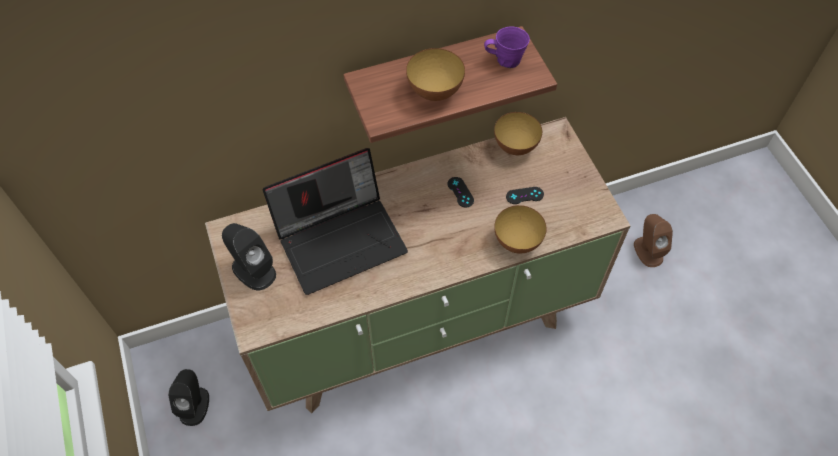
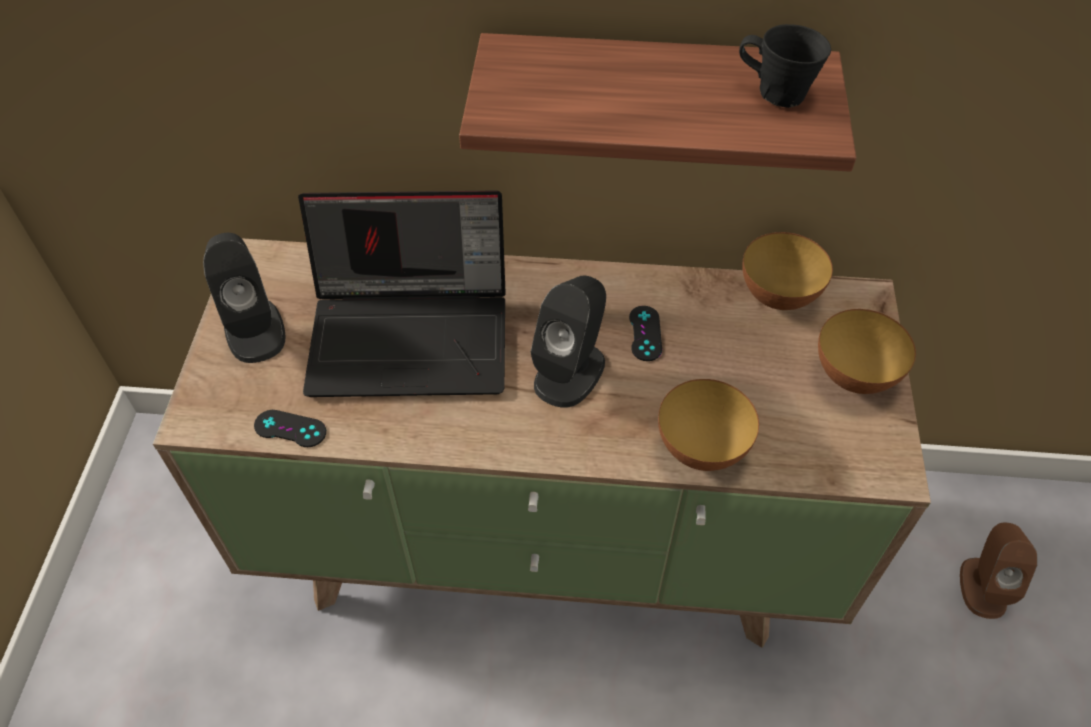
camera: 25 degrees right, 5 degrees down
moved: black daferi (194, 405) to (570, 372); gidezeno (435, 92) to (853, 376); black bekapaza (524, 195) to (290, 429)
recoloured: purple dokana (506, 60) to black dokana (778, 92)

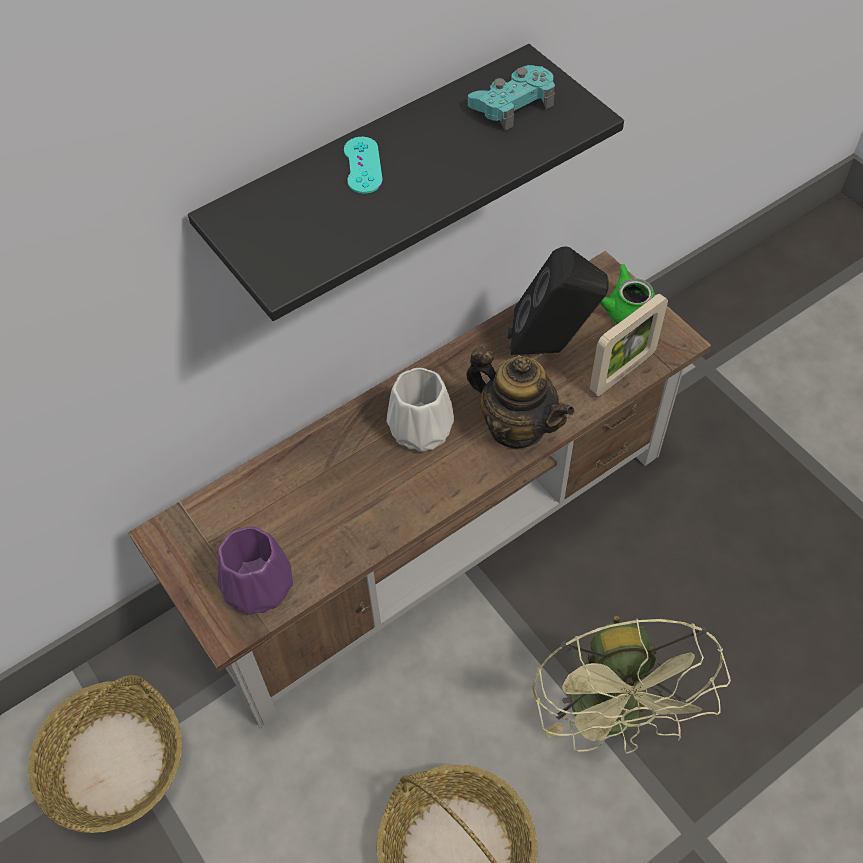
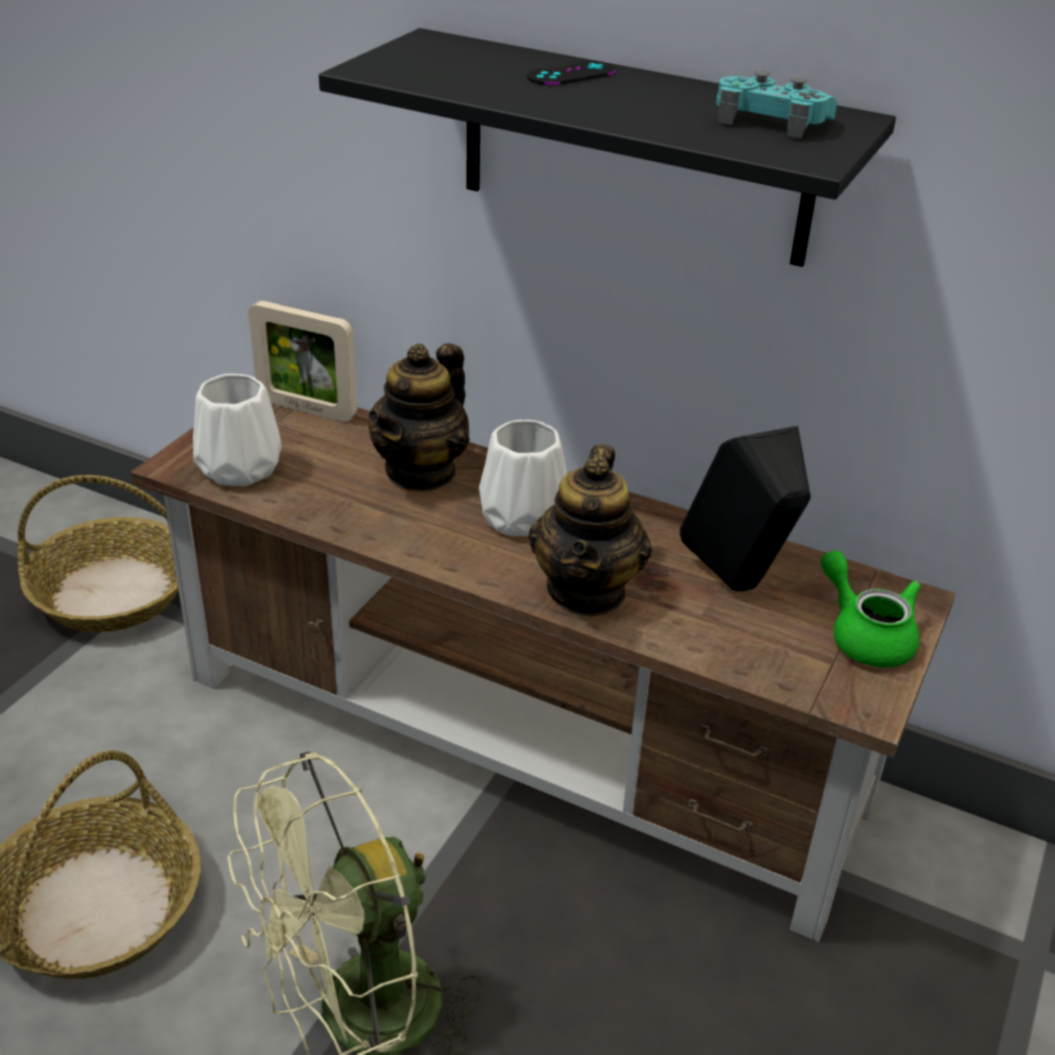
camera: 60 degrees right, 20 degrees down
added: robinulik (421, 471)
moved: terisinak (622, 372) to (307, 409)
recoloured: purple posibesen (259, 588) to white posibesen (237, 469); turquoise bekapaza (363, 165) to black bekapaza (571, 74)

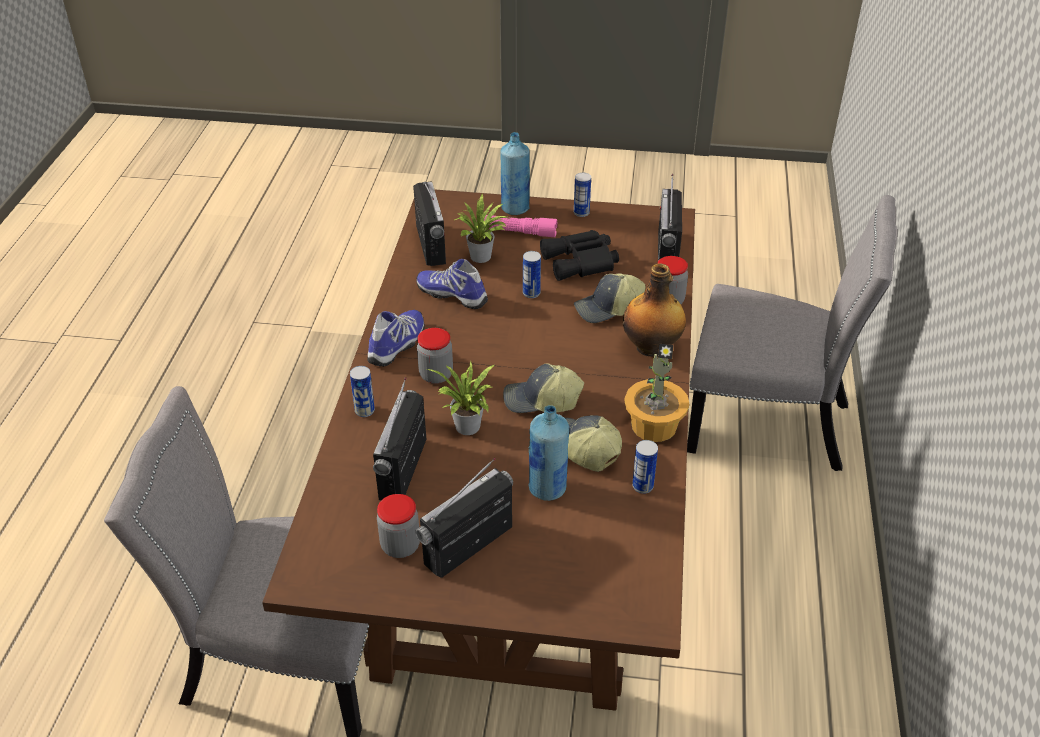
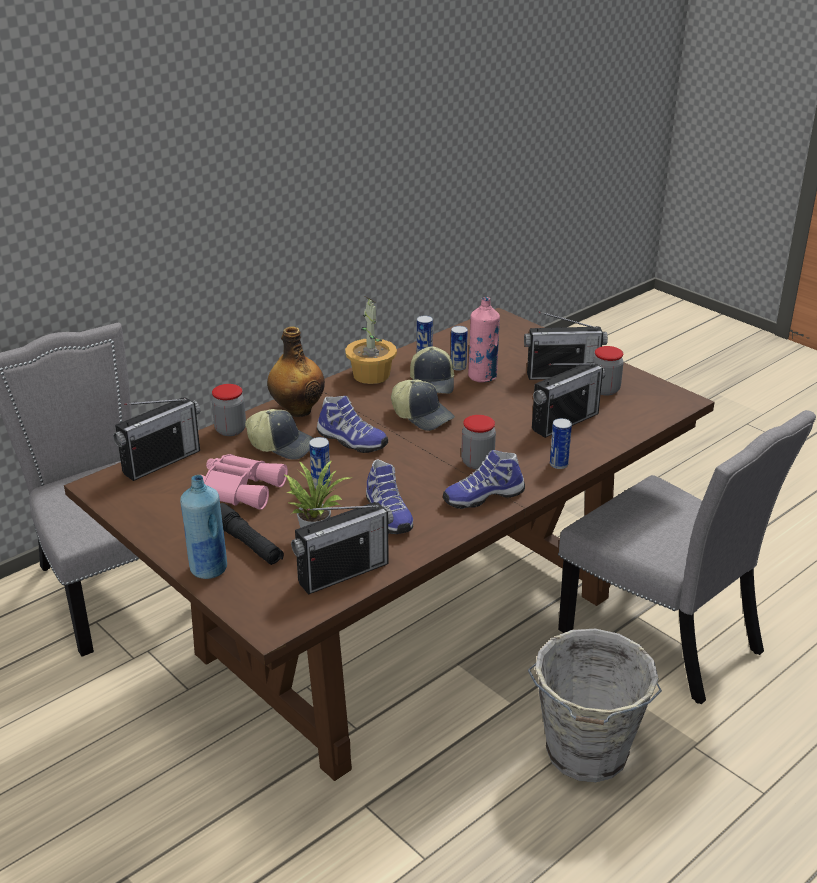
camera: 140 degrees left, 10 degrees down
removed: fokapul (467, 429)
added: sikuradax (350, 441); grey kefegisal (586, 754)
moved: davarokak (581, 213) to (458, 367)
recoloured: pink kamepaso (516, 232) to black kamepaso (247, 543); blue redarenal (547, 489) to pink redarenal (482, 377); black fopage (581, 262) to pink fopage (240, 488)
turned: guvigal (431, 244) = (343, 573) 150 degrees counterclockwise

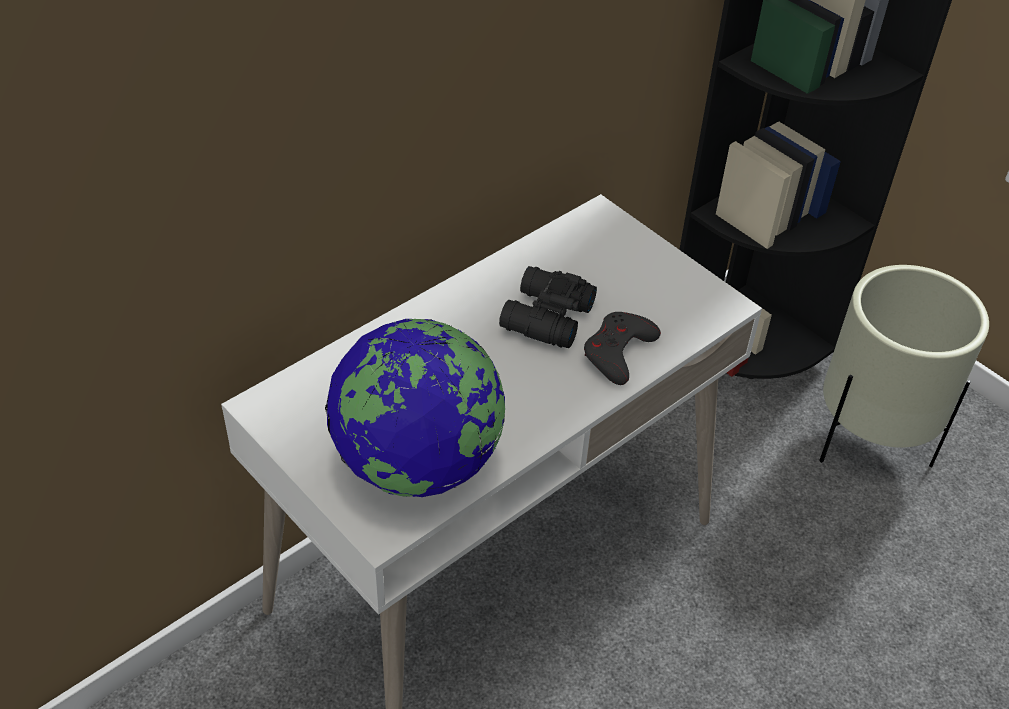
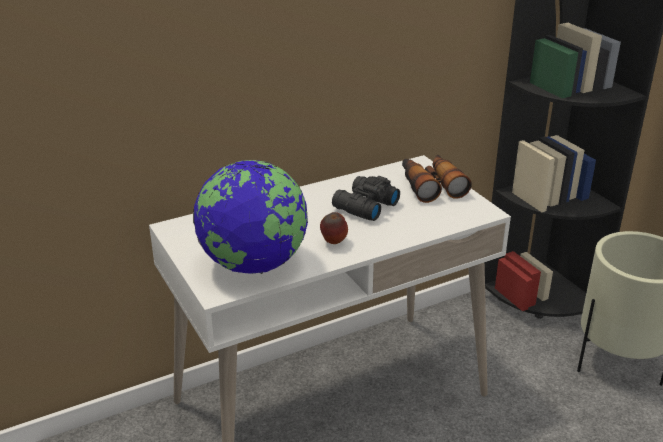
camera: 15 degrees right, 15 degrees down
removed: grey bekapaza (618, 352)
added: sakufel (333, 243); fopage (431, 185)

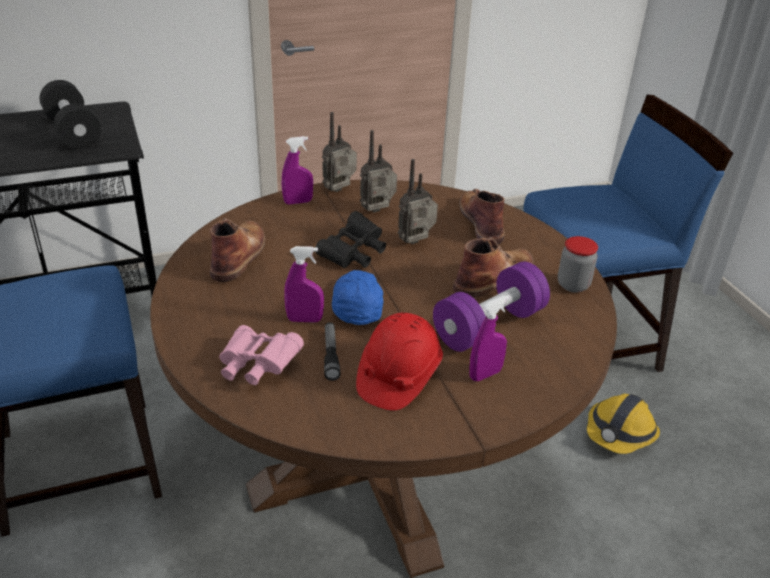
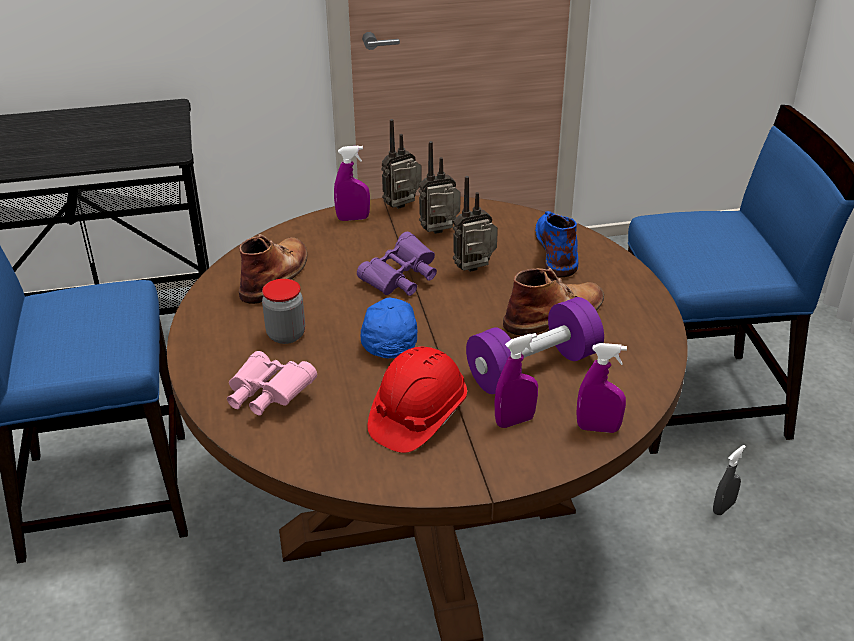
camera: 10 degrees right, 0 degrees up
removed: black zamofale (73, 132); kamepaso (331, 355)
moved: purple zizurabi (304, 320) to (598, 428); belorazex (573, 285) to (286, 335)
replaced: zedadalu (620, 433) to grey zizurabi (723, 508)
recoloured: black fopage (353, 254) to purple fopage (401, 280); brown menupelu (481, 221) to blue menupelu (556, 248)

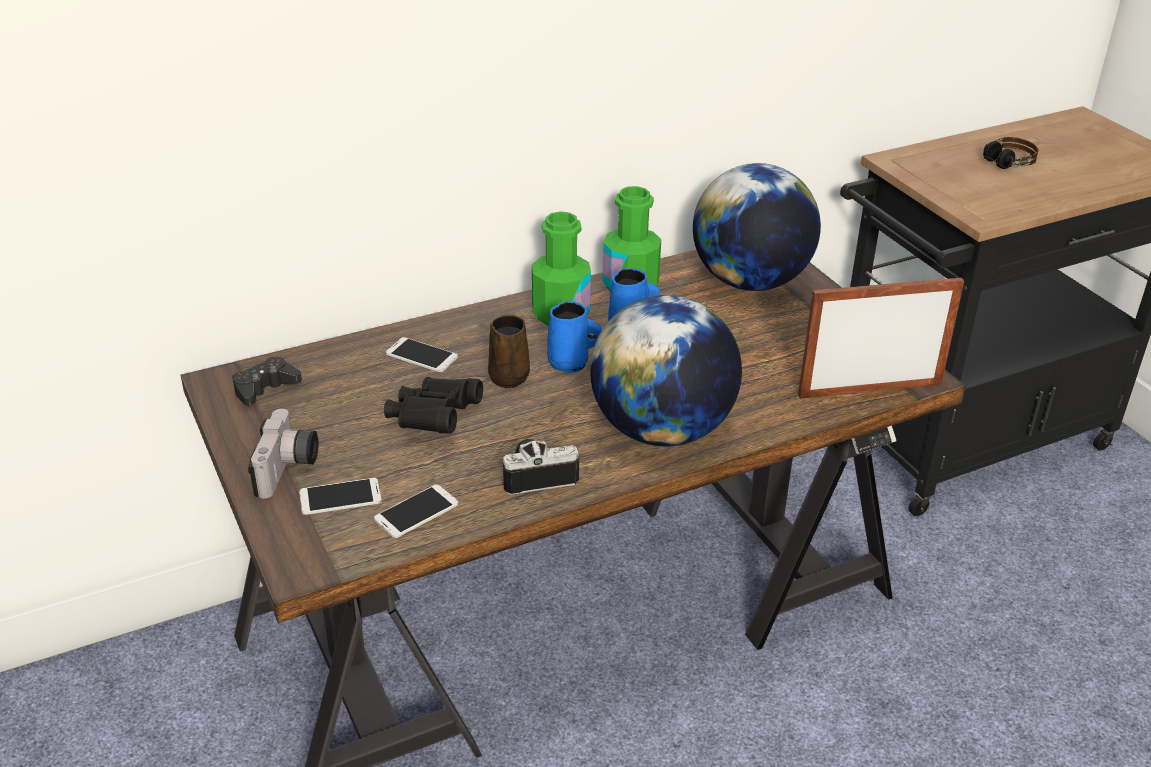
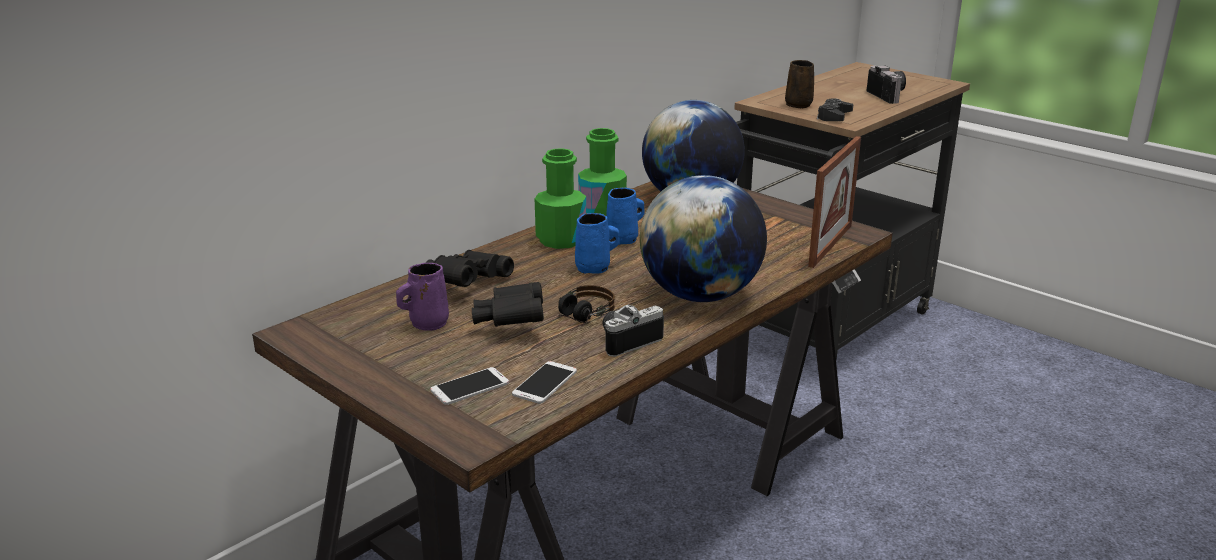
camera: 20 degrees left, 10 degrees down
added: purple dokana (427, 323)
moved: black bekapaza (265, 388) to (834, 116); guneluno (288, 470) to (890, 96); brown dokana (510, 376) to (798, 104); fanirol (1000, 165) to (579, 318)
replaced: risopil (421, 355) to black fopage (466, 284)
turned: terisinak (870, 389) = (830, 245) 150 degrees clockwise

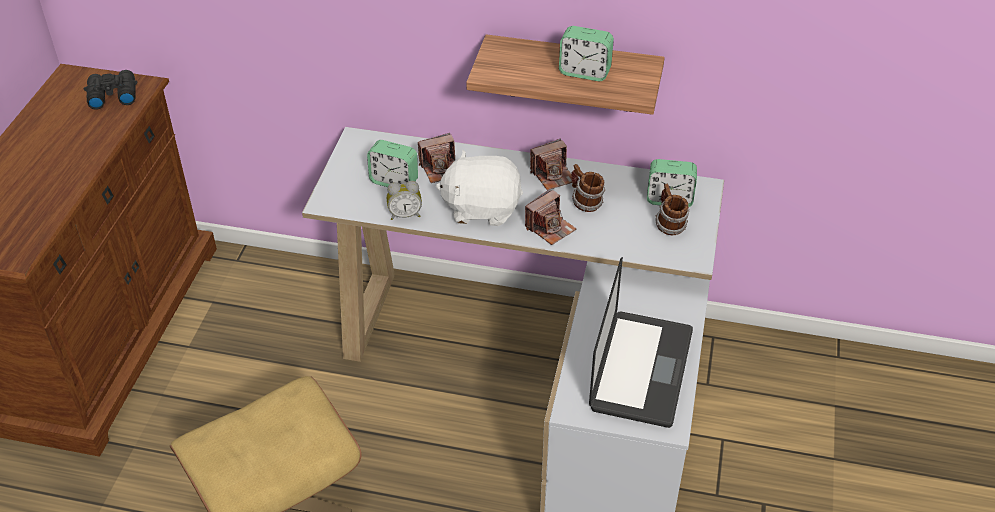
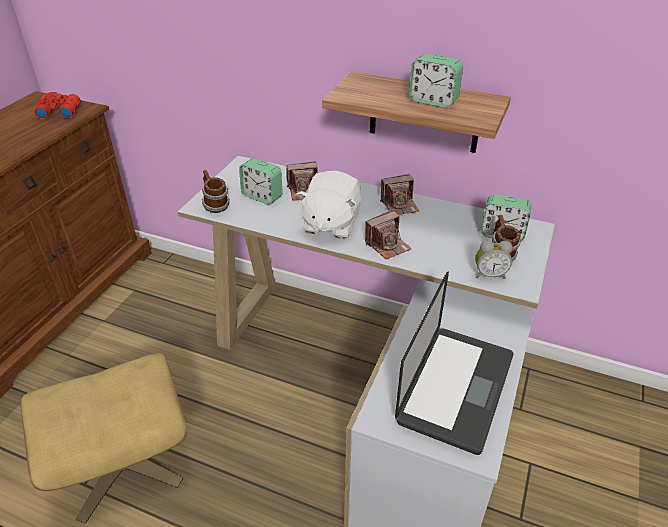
camera: 10 degrees right, 5 degrees down
moved: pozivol (405, 215) to (489, 275); dokana (585, 203) to (215, 206)
recoloured: black fopage (111, 95) to red fopage (59, 112)
turned: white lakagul (481, 208) = (330, 223) 90 degrees counterclockwise

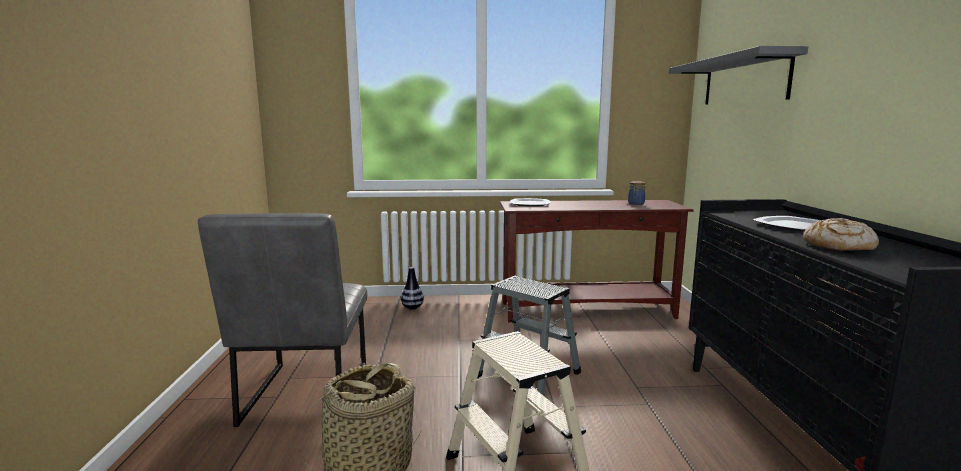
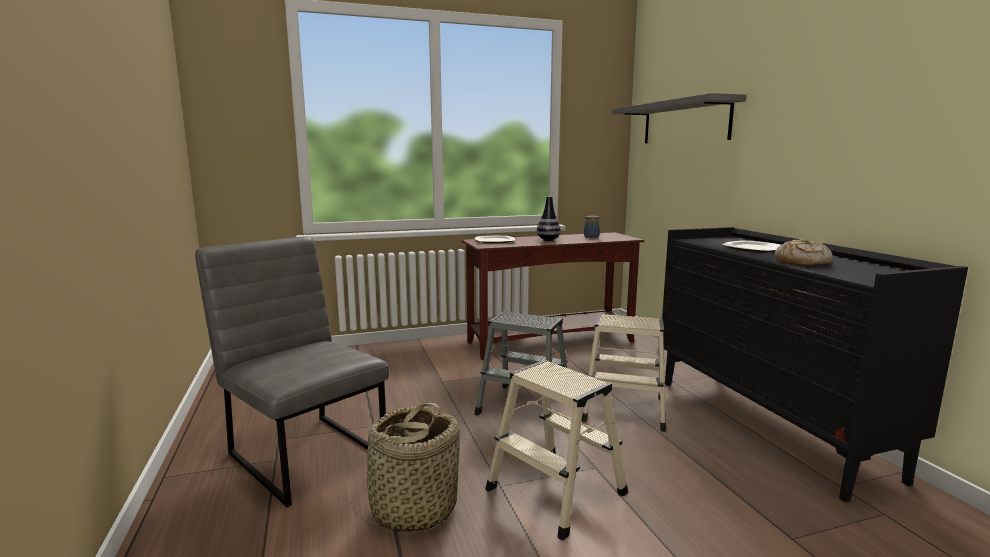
camera: 15 degrees left, 0 degrees up
added: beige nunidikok (624, 408)
moved: posibesen (412, 307) to (548, 240)
turned: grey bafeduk (304, 394) = (306, 453) 150 degrees clockwise

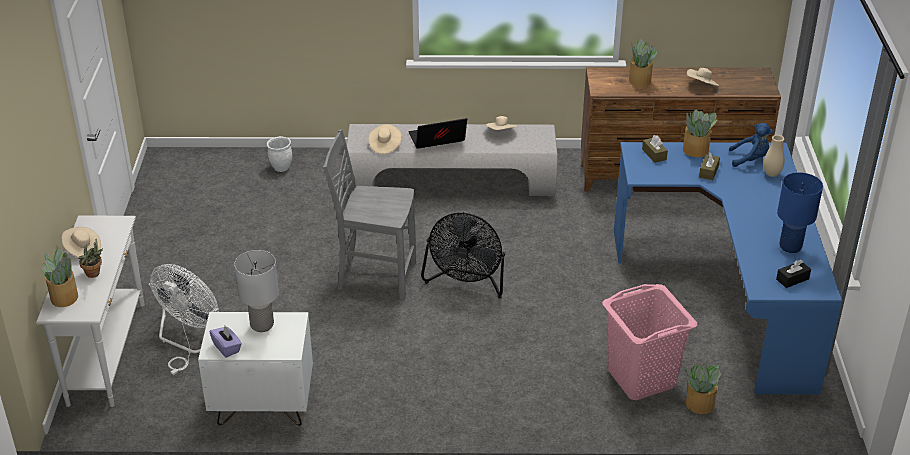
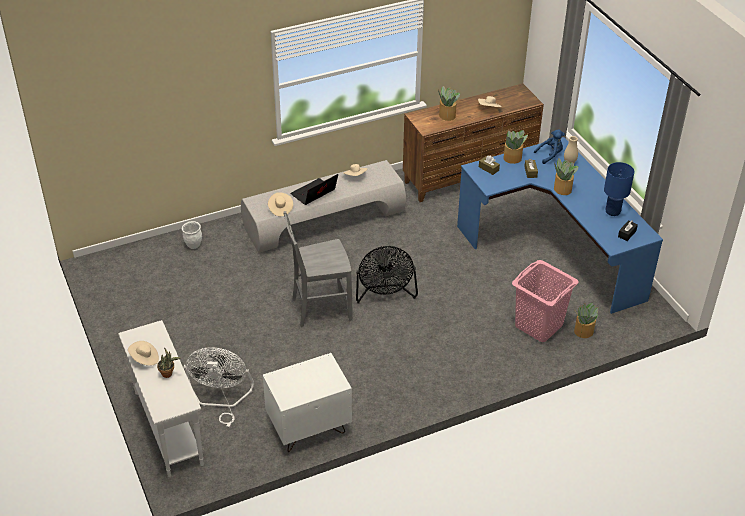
camera: 25 degrees left, 5 degrees up
removed: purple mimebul (227, 348); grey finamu (262, 327)
moved: fokapul (64, 297) to (562, 189)

